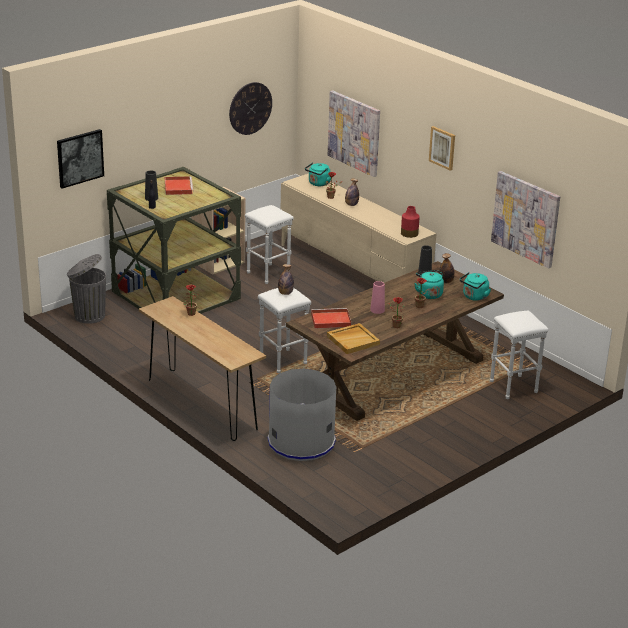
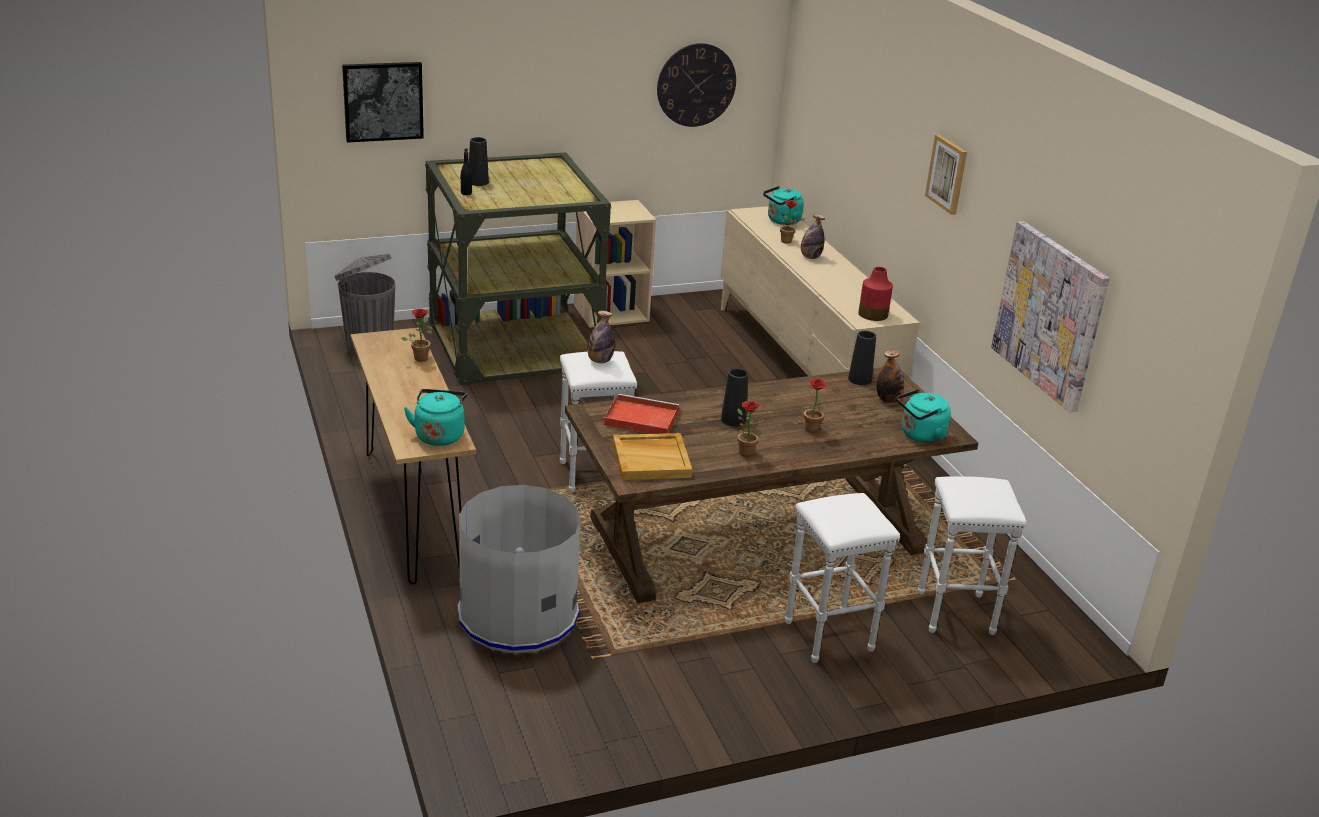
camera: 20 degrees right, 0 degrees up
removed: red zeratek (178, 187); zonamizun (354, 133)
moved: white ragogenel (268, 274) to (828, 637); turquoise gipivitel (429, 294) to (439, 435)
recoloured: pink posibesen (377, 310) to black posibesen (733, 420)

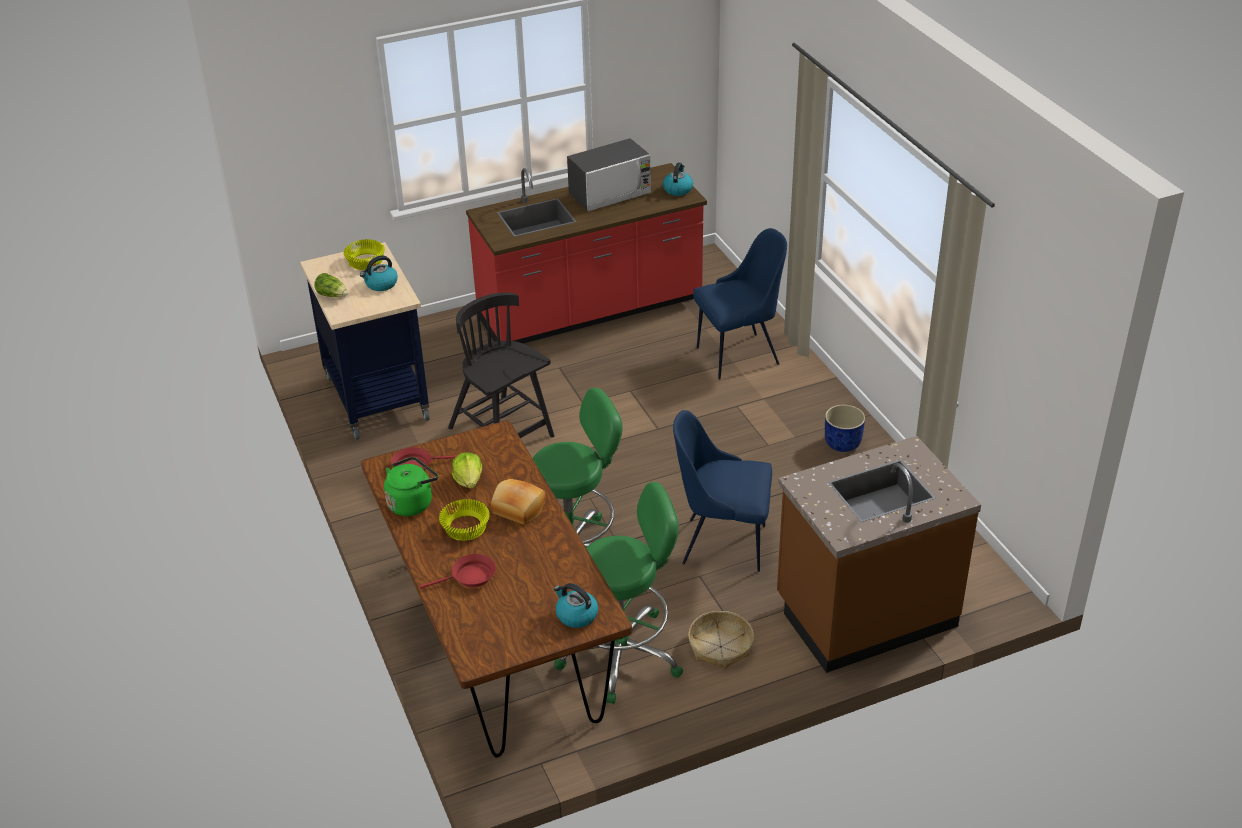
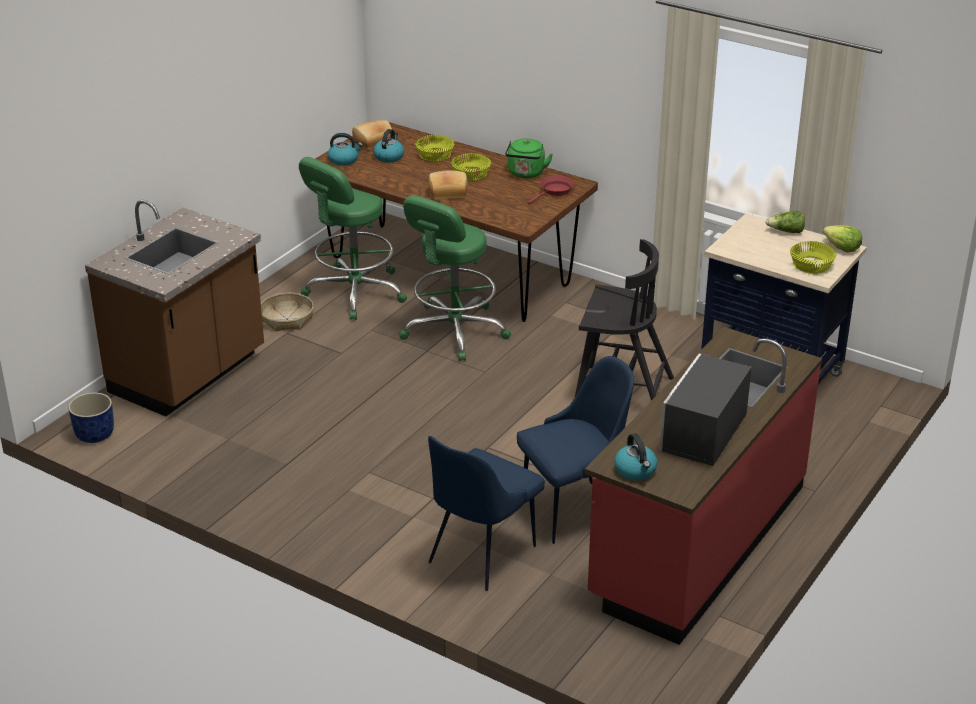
camera: 145 degrees right, 5 degrees down
added: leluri (373, 142)
moved: gipivitel (381, 284) to (389, 157); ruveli (469, 480) to (842, 248); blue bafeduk (723, 545) to (573, 511); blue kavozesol (842, 444) to (95, 434)
replaced: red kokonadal (470, 577) to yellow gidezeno (434, 155)

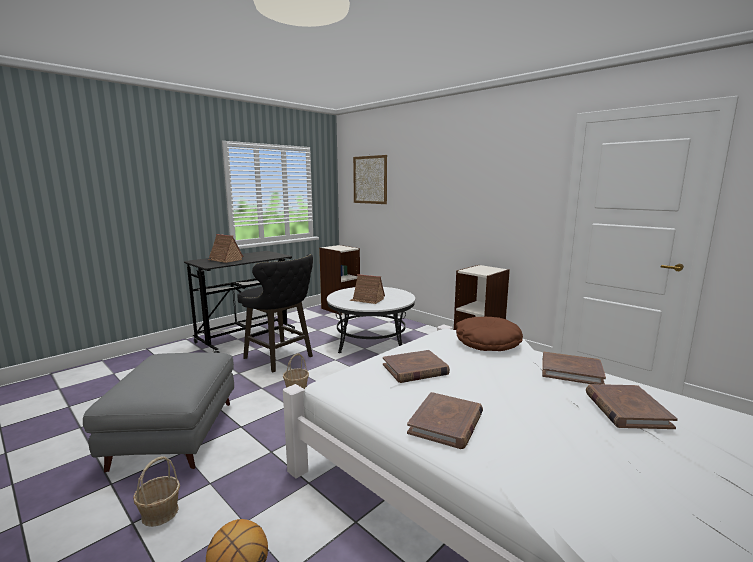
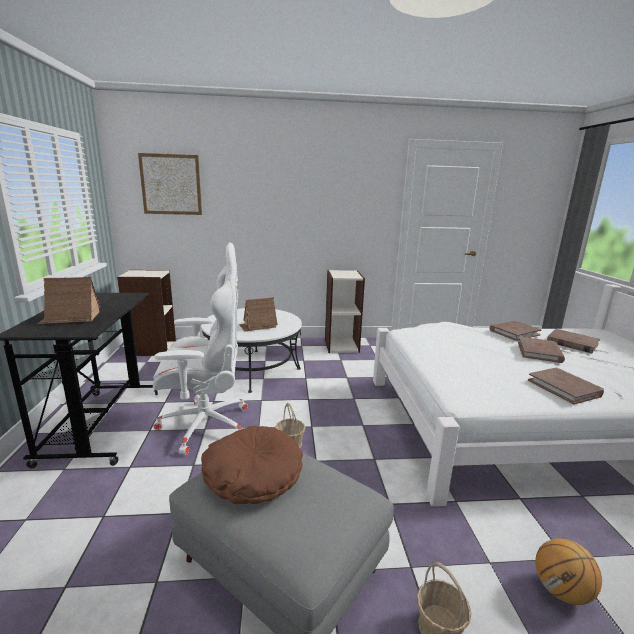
camera: 50 degrees left, 5 degrees up
moved: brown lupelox (415, 369) to (539, 352); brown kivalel (487, 344) to (254, 476)
replaced: black ragogenel (280, 358) to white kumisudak (204, 425)

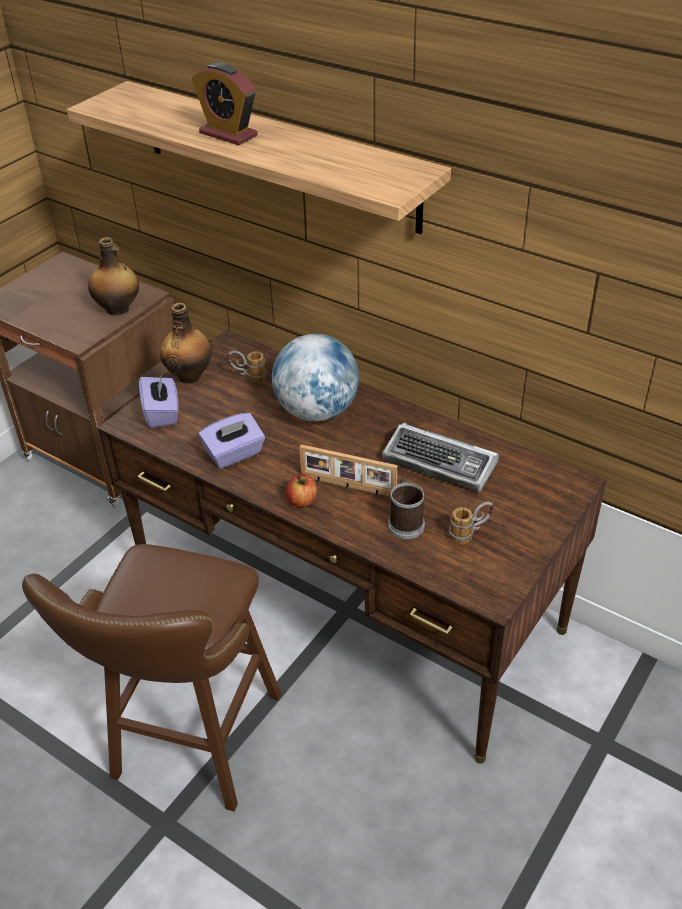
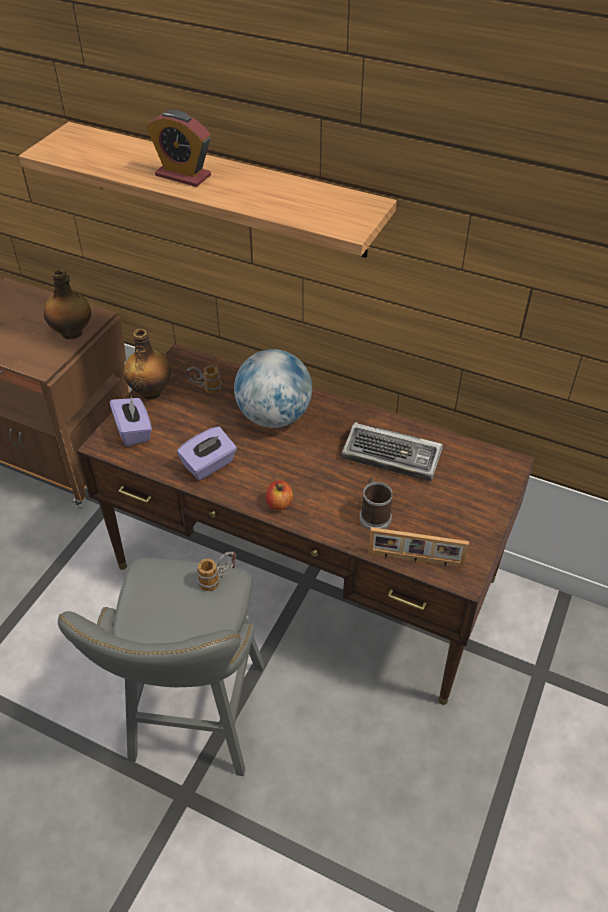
camera: 10 degrees left, 5 degrees up
moved: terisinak (347, 486) to (415, 560); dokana (470, 533) to (218, 579)
recoloured: brown ragogenel (189, 753) to grey ragogenel (194, 729)

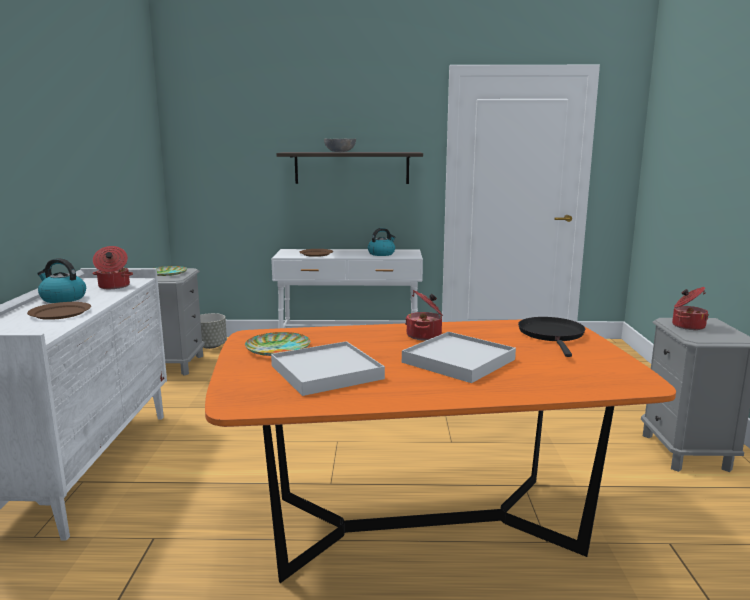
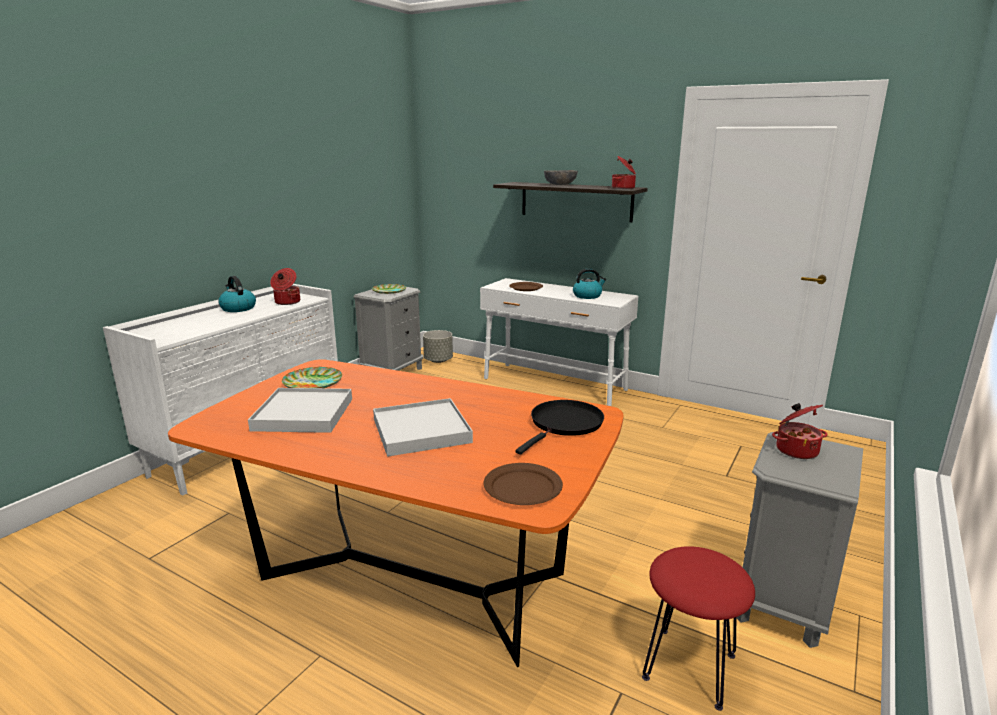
camera: 30 degrees right, 5 degrees up
added: red ragogenel (689, 667)
moved: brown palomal (60, 313) to (523, 487); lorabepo (425, 335) to (623, 188)

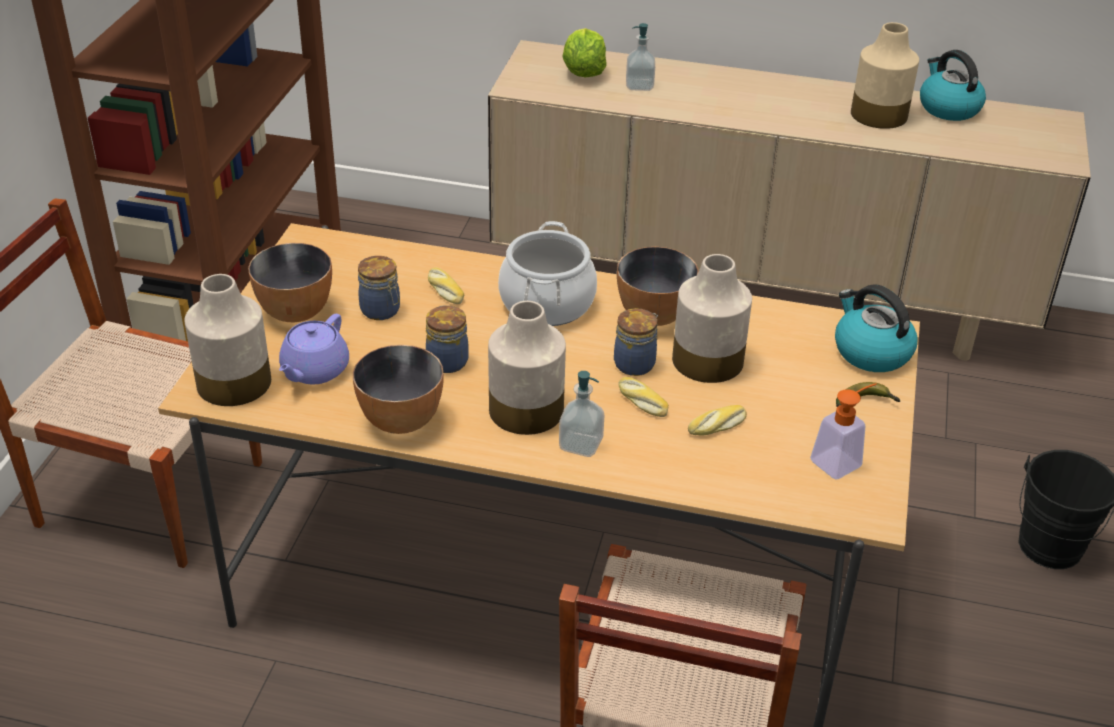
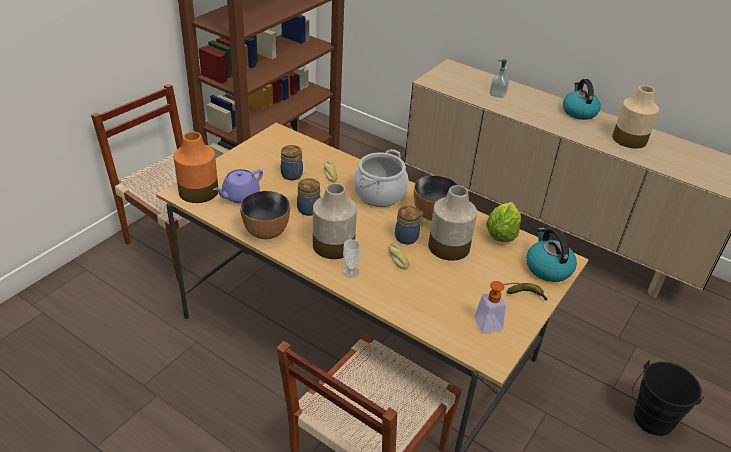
camera: 20 degrees right, 0 degrees up
removed: gidezeno (296, 311); leluri (718, 427)
moved: ruveli (583, 72) to (501, 234); gipivitel (948, 108) to (579, 112)
replaced: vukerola (580, 444) to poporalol (350, 271)
recoloured: beige posibesen (233, 382) to orange posibesen (198, 191)

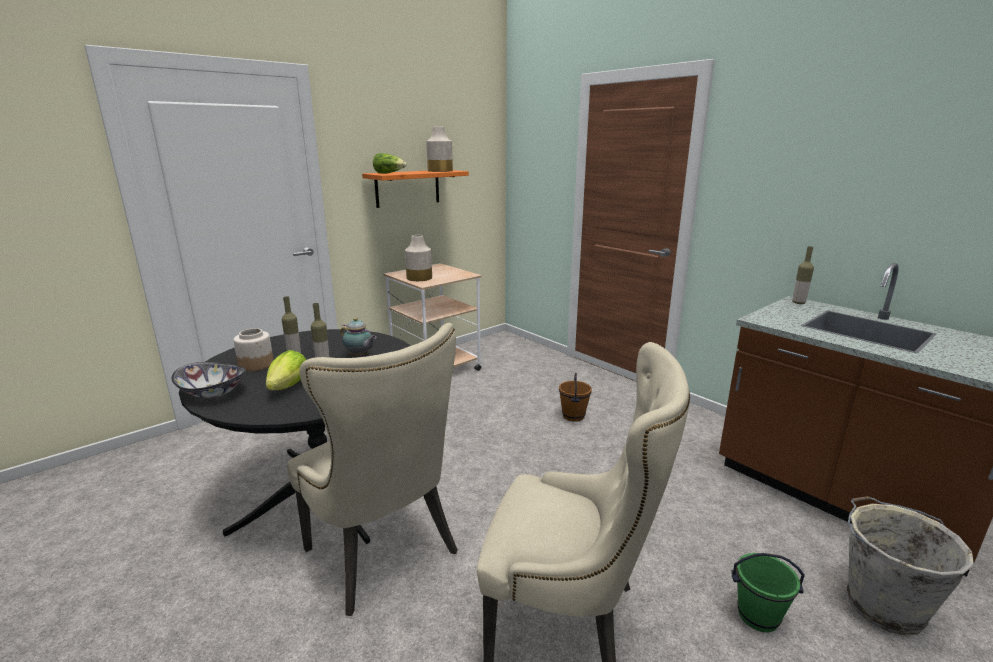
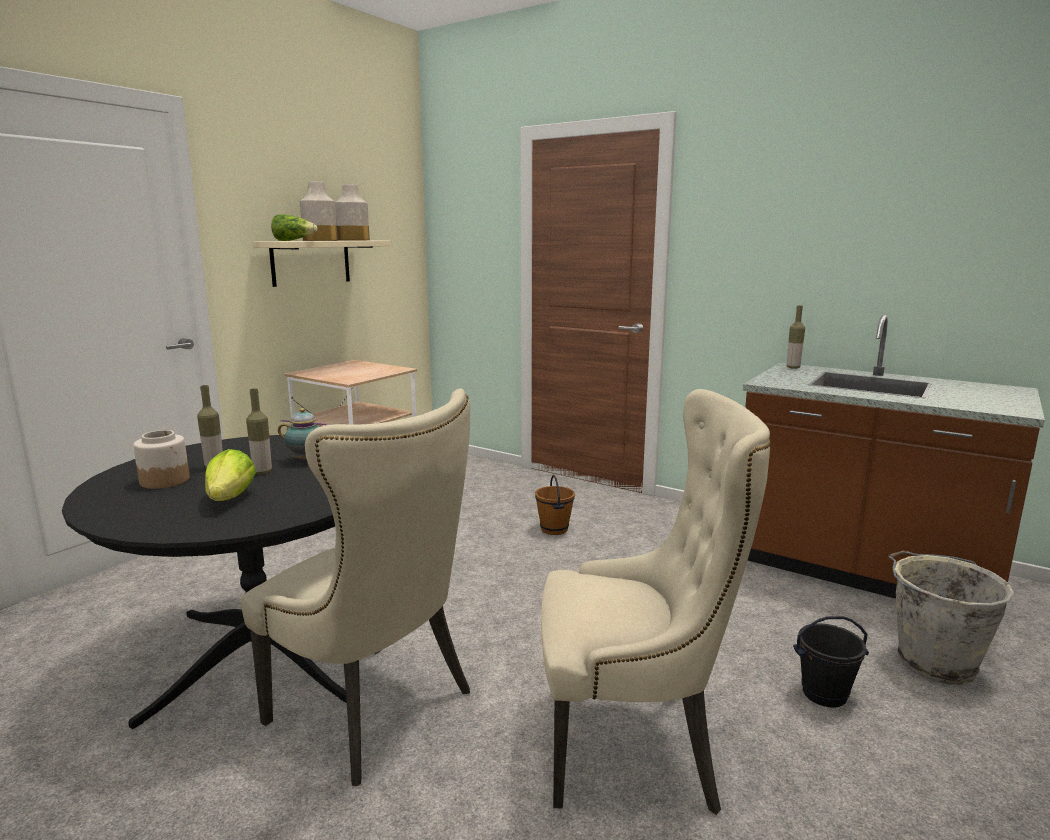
camera: 15 degrees left, 5 degrees down
removed: gidezeno (214, 392)
moved: beige posibesen (419, 278) to (320, 240)
recoloured: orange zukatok (407, 188) to beige zukatok (311, 262); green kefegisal (757, 616) to black kefegisal (824, 693)

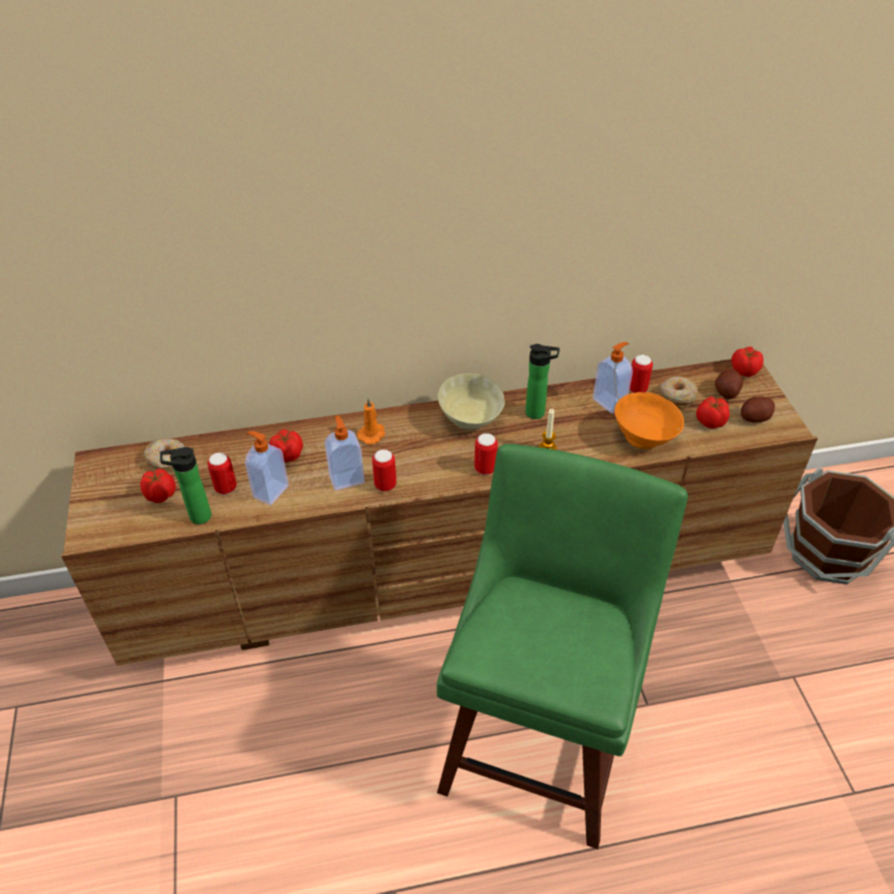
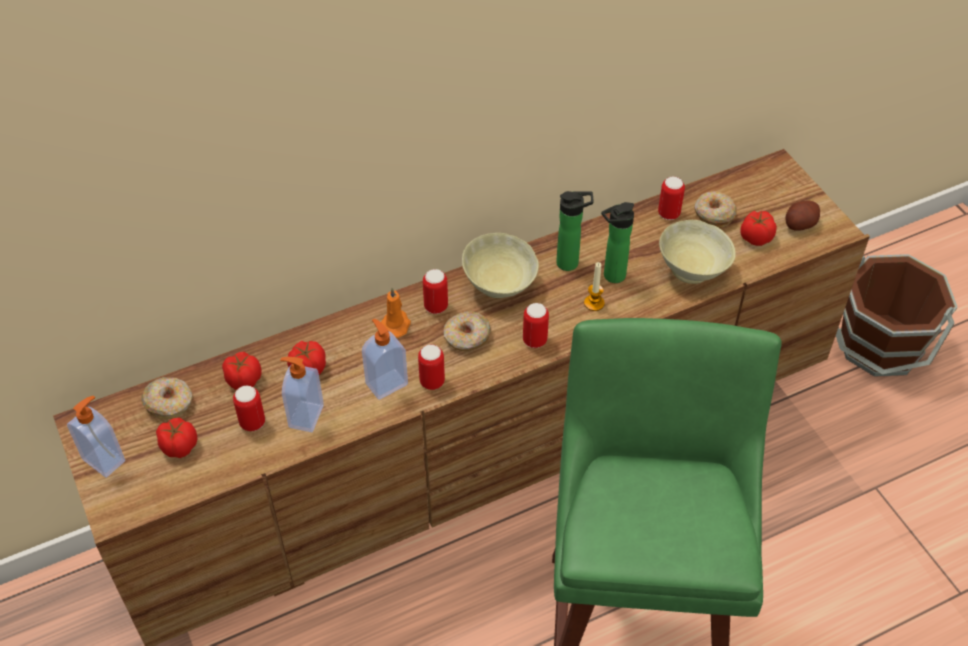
camera: 15 degrees left, 5 degrees up
removed: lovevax (726, 392)
added: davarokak (436, 306); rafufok (467, 337)
moved: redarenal (196, 517) to (611, 276); vukerola (610, 402) to (105, 459); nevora (743, 370) to (243, 380)
recoloured: orange gidezeno (644, 438) to beige gidezeno (693, 271)

